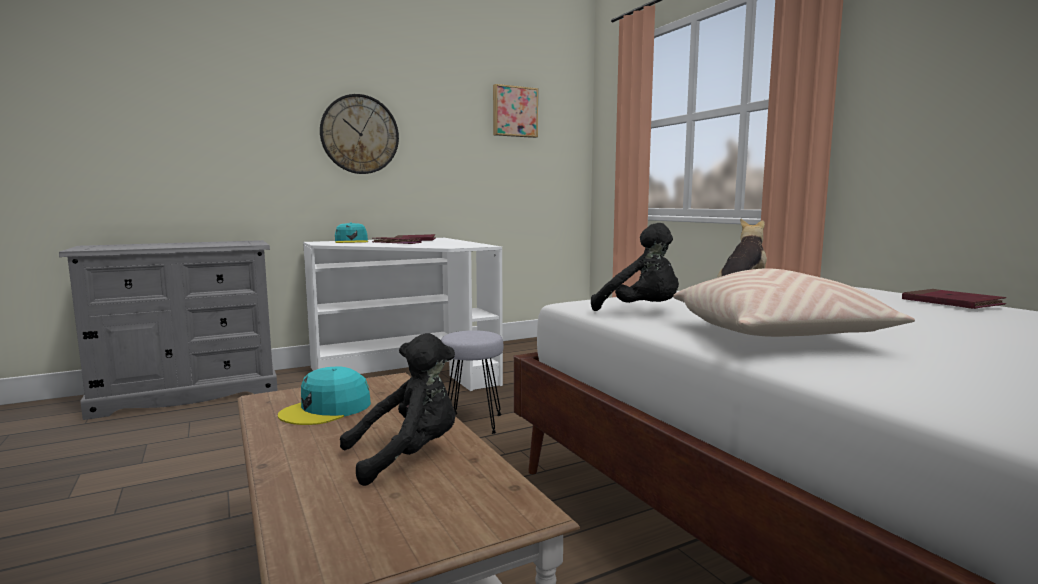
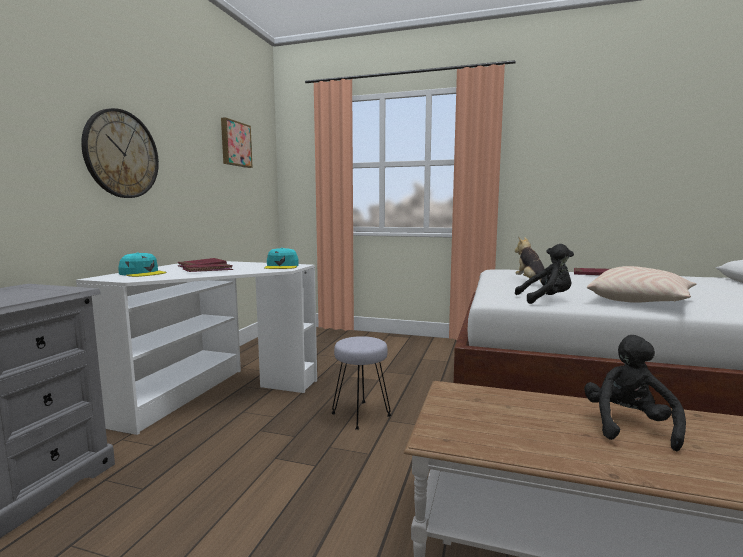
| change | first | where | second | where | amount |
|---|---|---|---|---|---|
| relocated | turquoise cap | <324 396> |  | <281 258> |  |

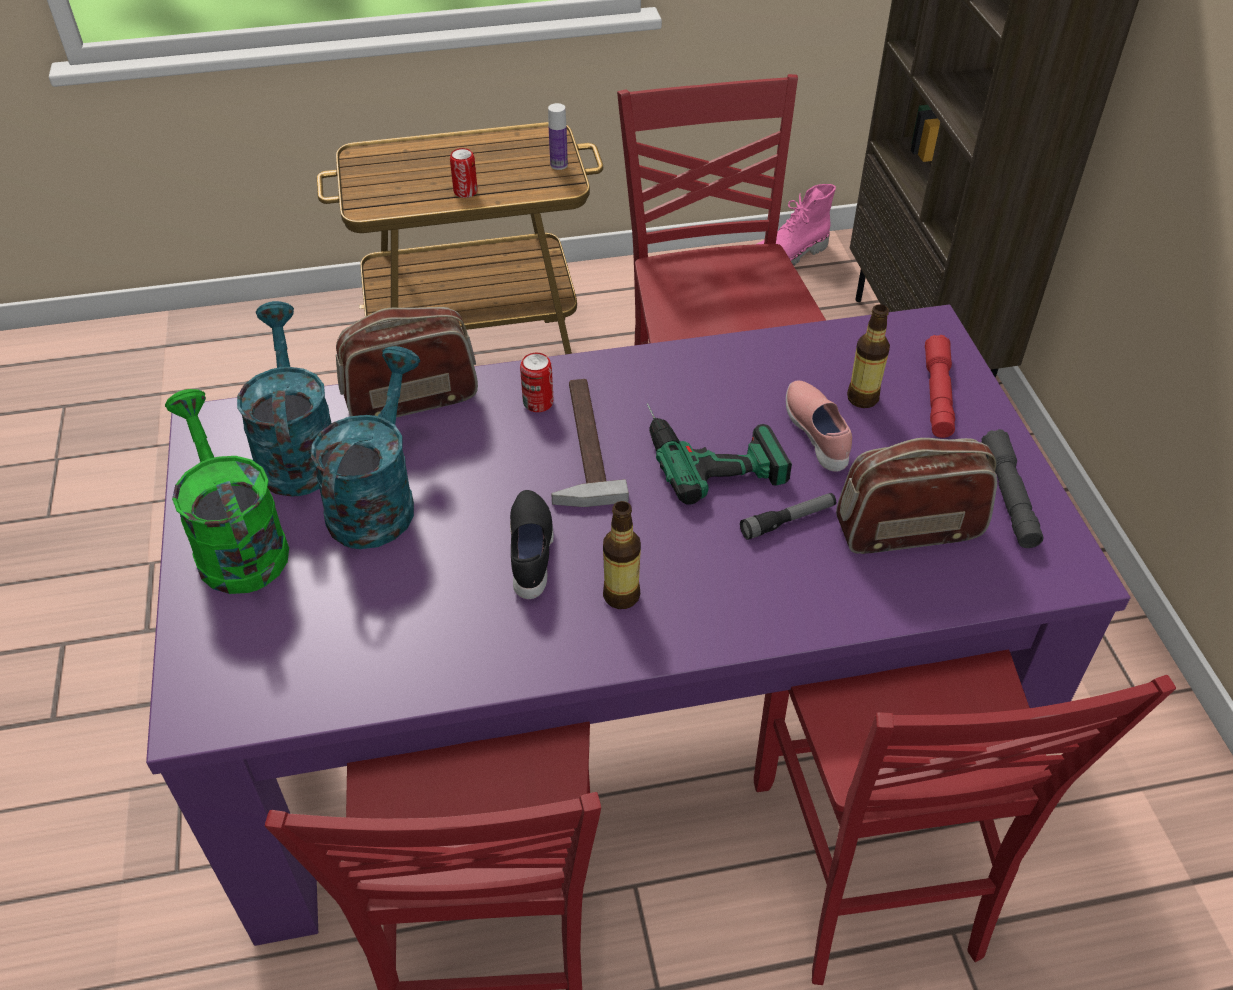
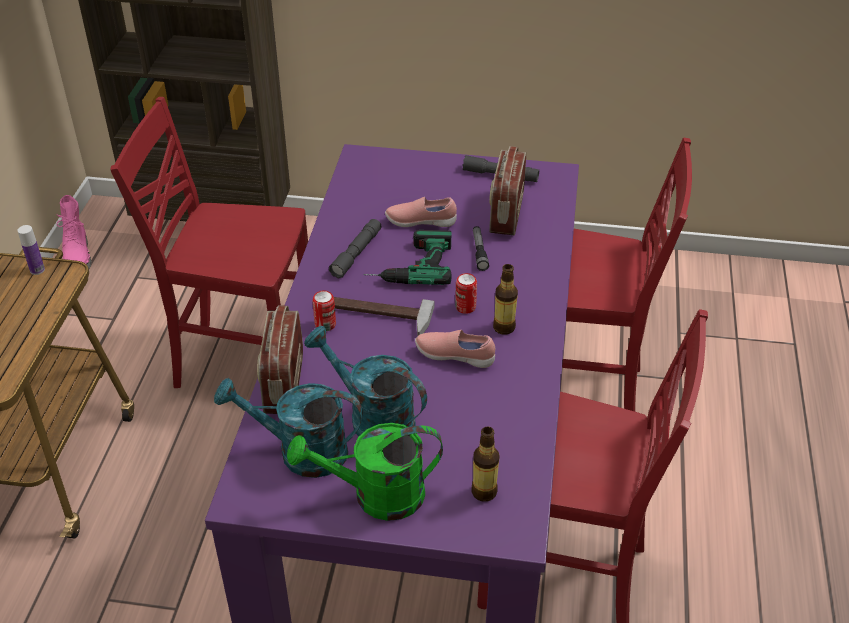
| change | first | where | second | where | amount |
|---|---|---|---|---|---|
| relocated | can | <463 173> |  | <466 293> |  |
| relocated | bottle | <868 356> |  | <485 464> |  |
| missing | red flashlight | <940 386> |  |  |  |
| colour | black shoe | <532 544> | pink shoe | <455 349> |  |
| appeared |  |  | grey flashlight | <355 248> |  |

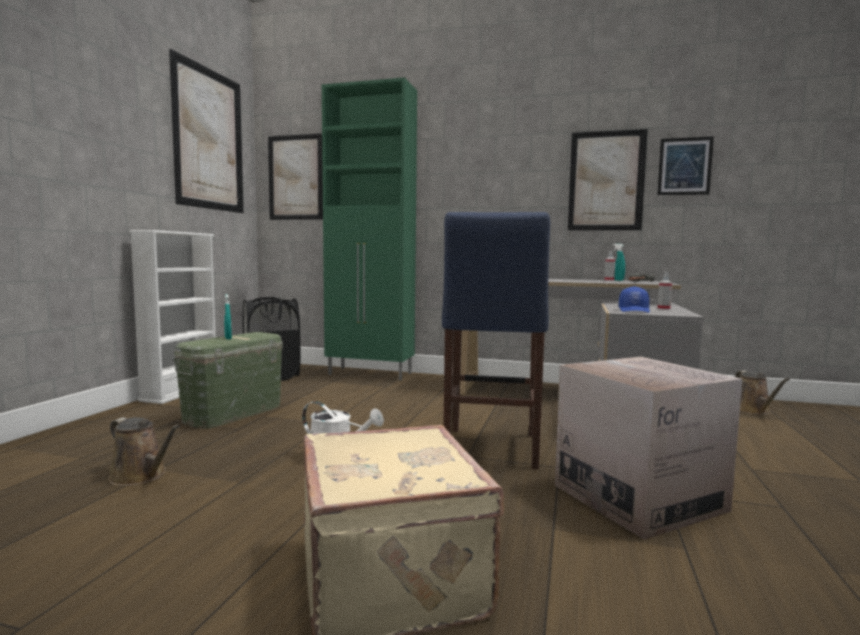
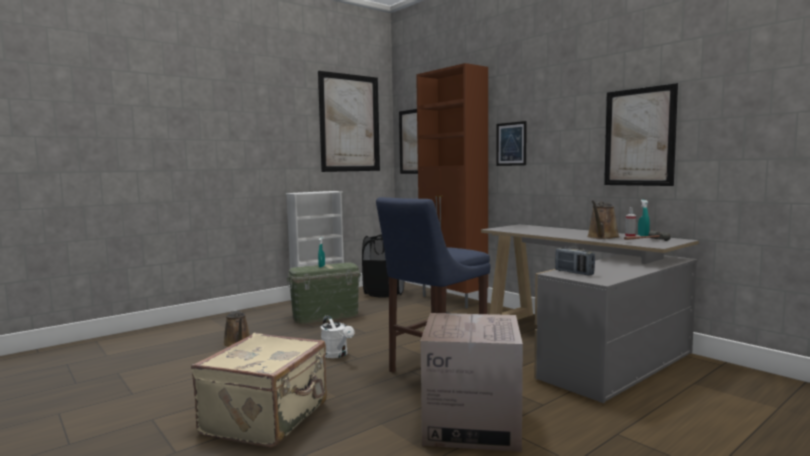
| change | first | where | second | where | amount |
|---|---|---|---|---|---|
| colour | green cabinet | <369 229> | brown cabinet | <452 186> |  |
| relocated | picture | <685 165> |  | <511 143> |  |
| missing | spray bottle | <665 291> |  |  |  |
| exchanged | blue cap | <634 299> | radio | <575 261> |  |
| relocated | brown watering can | <762 393> |  | <603 219> |  |

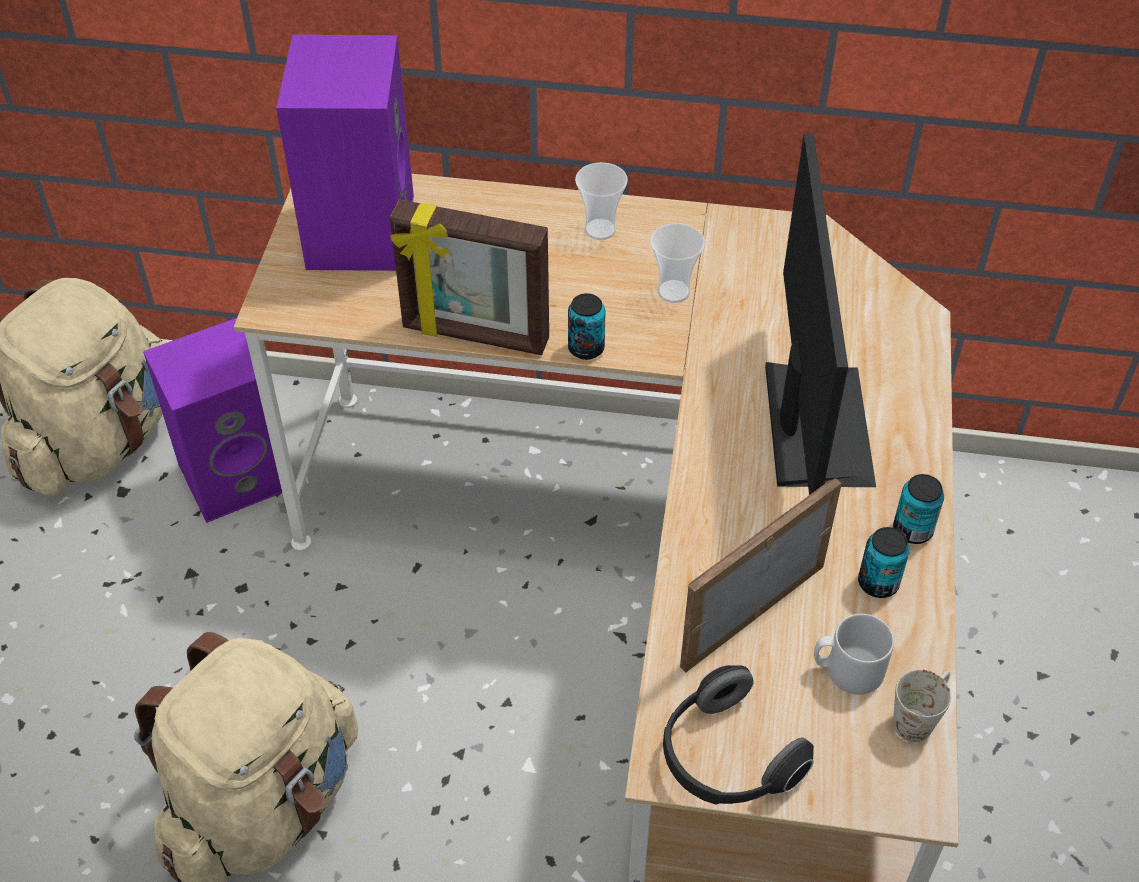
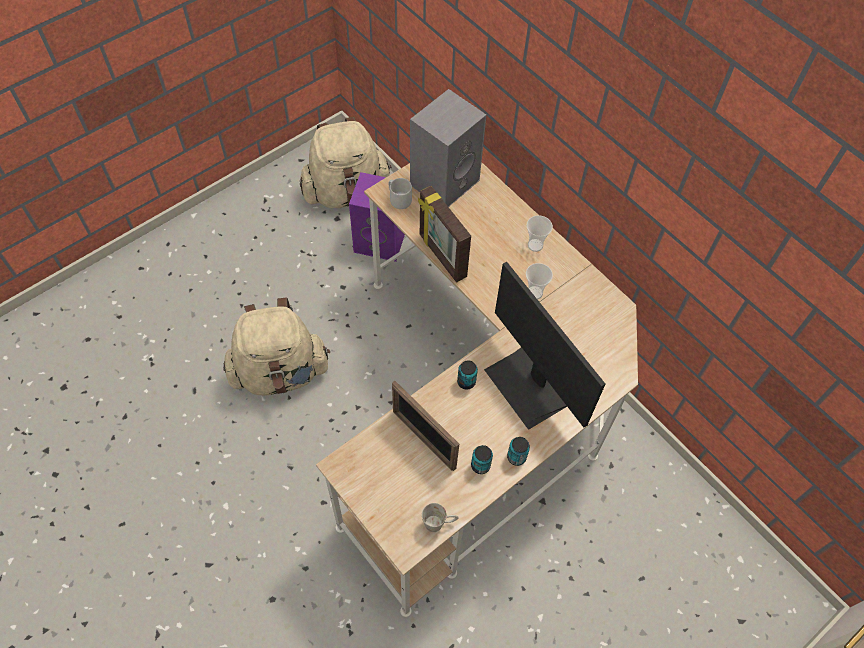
| change | first | where | second | where | amount |
|---|---|---|---|---|---|
| colour | purple speaker | <345 153> | grey speaker | <448 148> |  |
| spun | monitor | <820 314> |  | <544 346> | 105 degrees clockwise |
| relocated | can | <586 326> |  | <467 375> |  |
| spun | picture frame | <761 575> |  | <425 426> | 135 degrees counterclockwise |
| relocated | grey mug | <854 654> |  | <400 193> |  |
| missing | headphones | <738 734> |  |  |  |

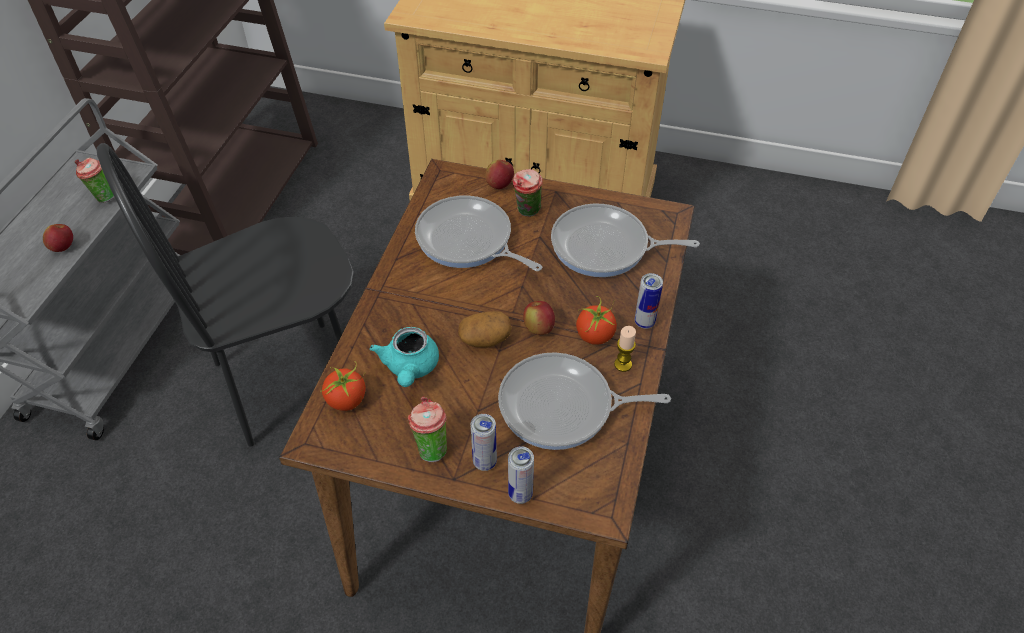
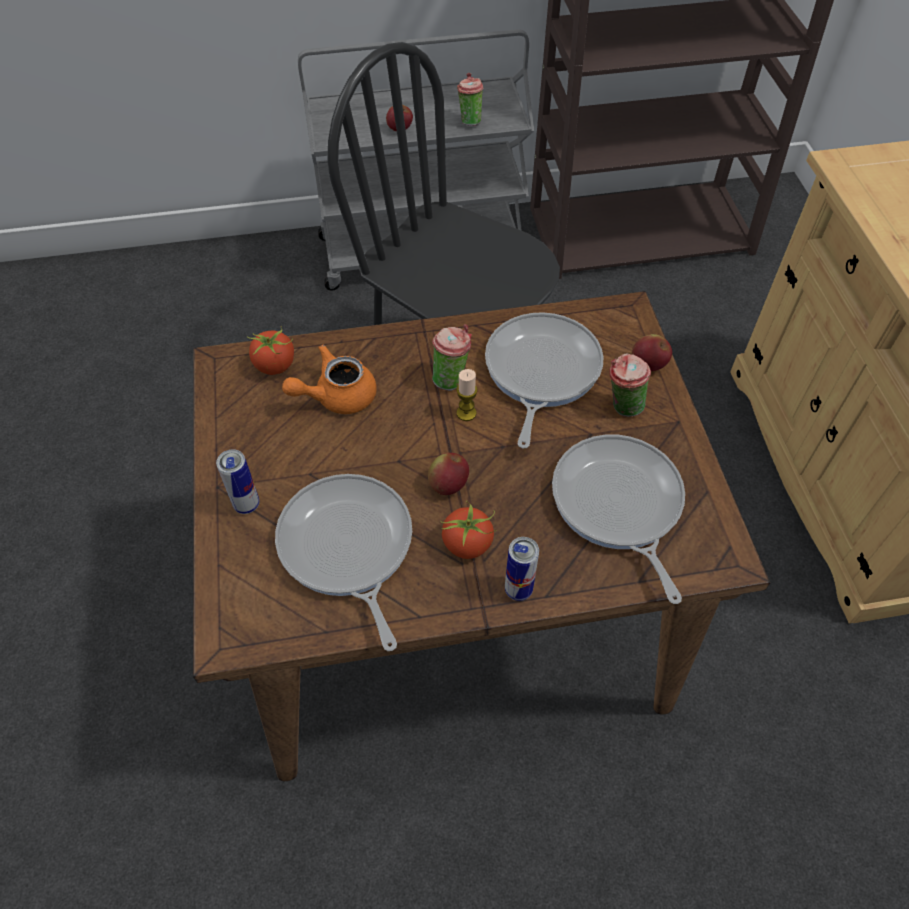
| change | first | where | second | where | amount |
|---|---|---|---|---|---|
| missing | potato | <485 329> |  |  |  |
| relocated | candle | <625 349> |  | <467 395> |  |
| colour | turquoise teapot | <404 357> | orange teapot | <329 379> |  |
| relocated | cup | <427 429> |  | <452 357> |  |
| missing | can | <521 475> |  |  |  |

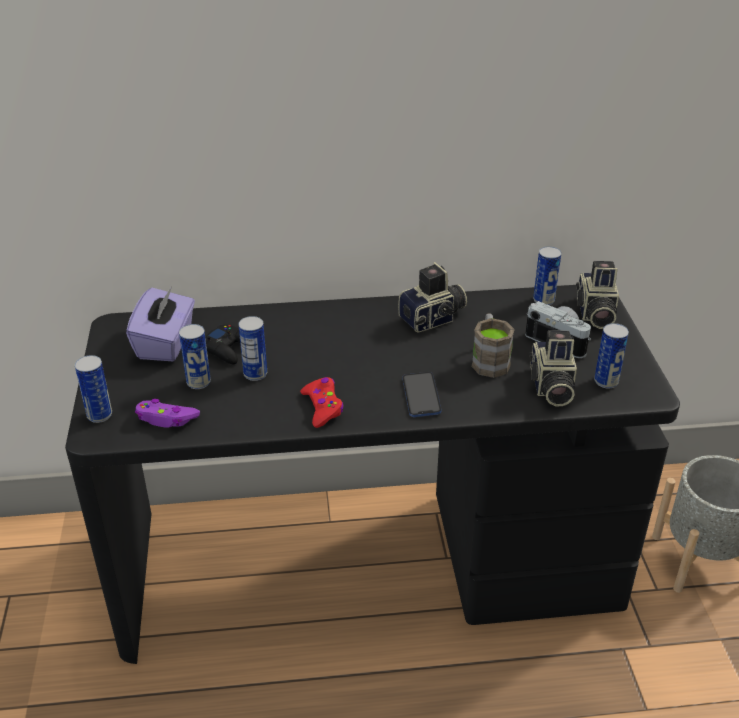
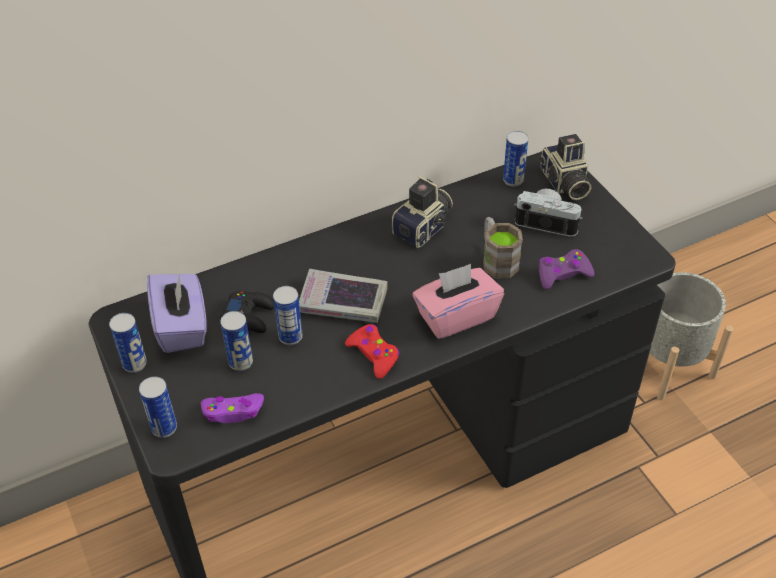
| change | first | where | second | where | amount |
|---|---|---|---|---|---|
| relocated | can | <611 355> |  | <128 343> |  |
| exchanged | photo camera | <553 369> | purple game controller | <566 269> |  |
| exchanged | phone | <421 394> | pink tissue box | <458 301> |  |
| appeared |  |  | book | <343 296> |  |

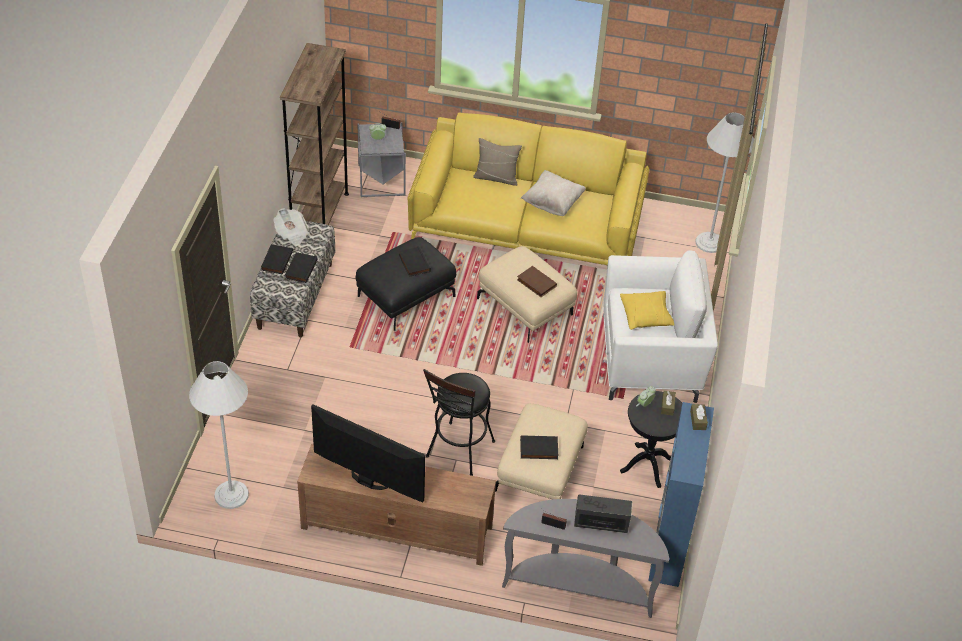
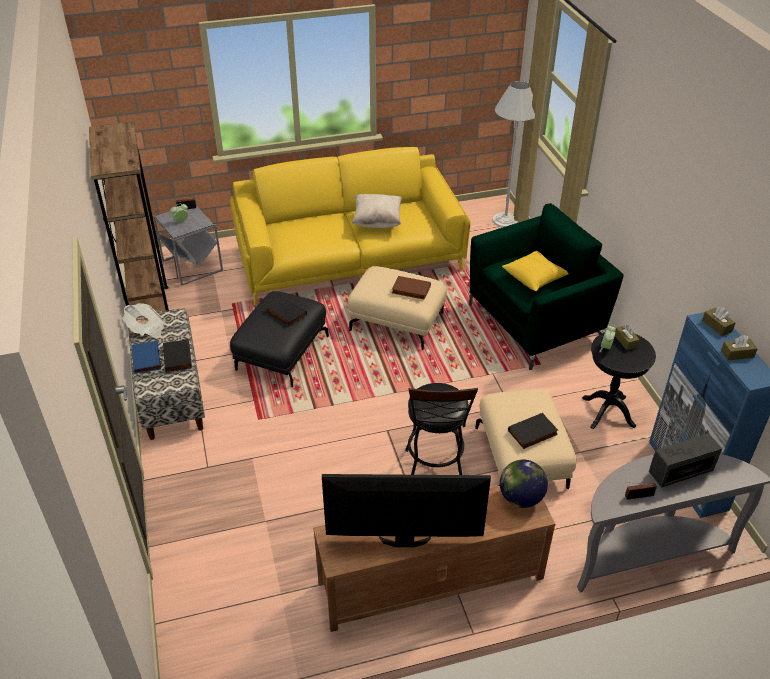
| change | first | where | second | where | amount |
|---|---|---|---|---|---|
| missing | beige pillow | <497 162> |  |  |  |
| colour | black book | <277 259> | blue book | <146 357> |  |
| colour | white armchair | <660 326> | green armchair | <546 286> |  |
| missing | white floor lamp | <219 435> |  |  |  |
| appeared |  |  | brown tissue box | <739 348> |  |
| appeared |  |  | globe | <524 483> |  |

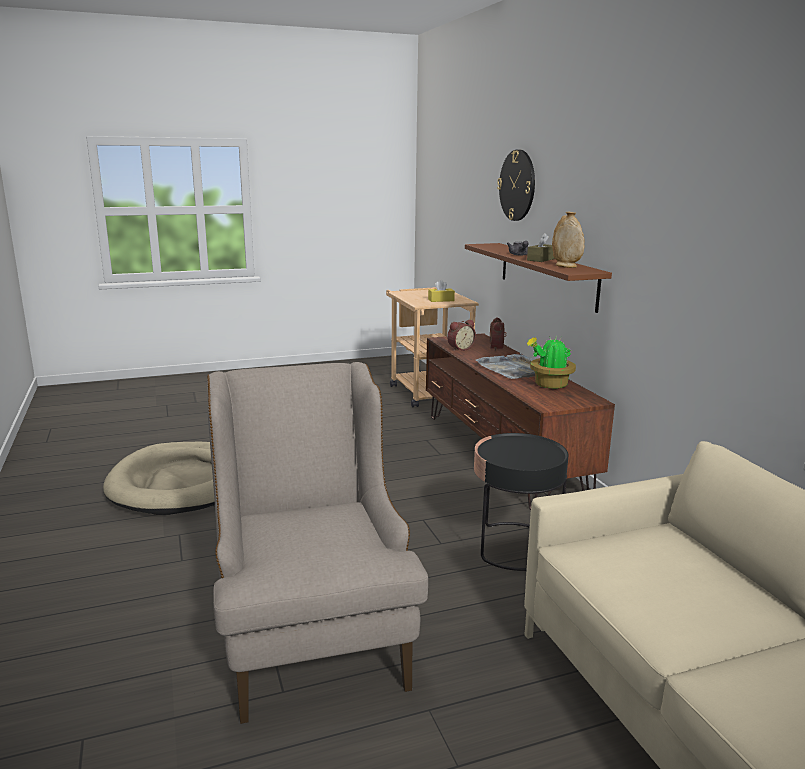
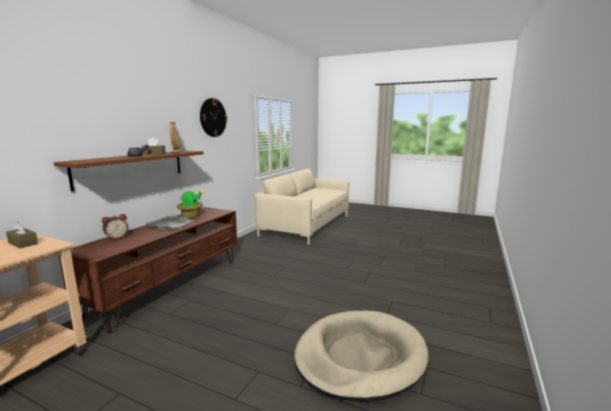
| change | first | where | second | where | amount |
|---|---|---|---|---|---|
| relocated | wall clock | <516 185> |  | <213 117> |  |
| colour | yellow tissue box | <441 291> | brown tissue box | <22 234> |  |
| missing | alarm clock | <461 335> |  |  |  |
| missing | beige armchair | <317 543> |  |  |  |
| missing | black side table | <521 502> |  |  |  |

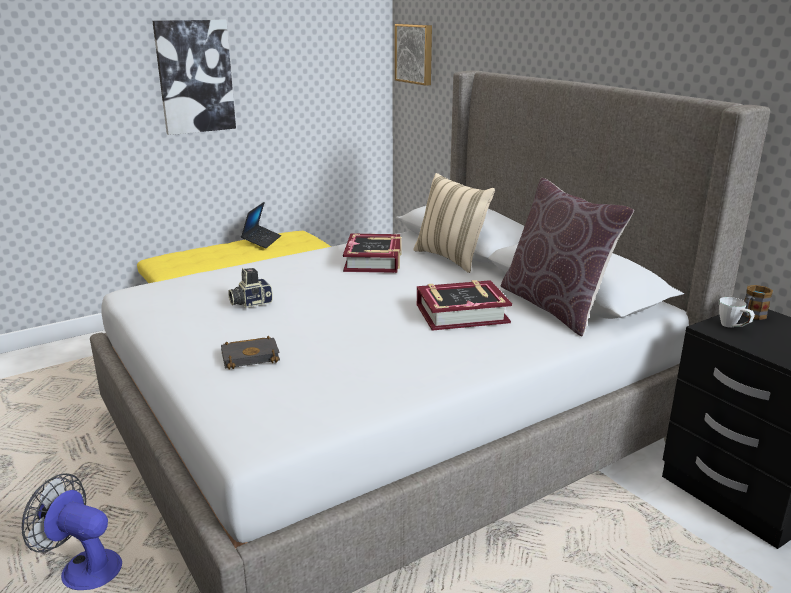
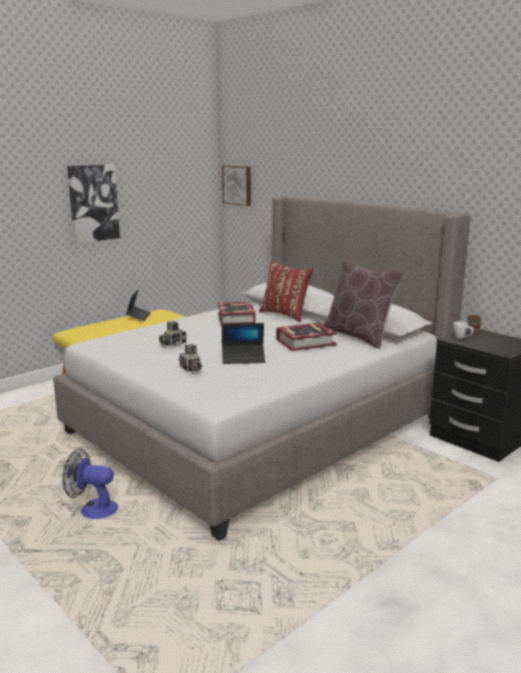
| change | first | where | second | where | amount |
|---|---|---|---|---|---|
| colour | beige pillow | <454 223> | red pillow | <286 291> |  |
| exchanged | black book | <250 353> | photo camera | <190 358> |  |
| appeared |  |  | laptop | <243 343> |  |

